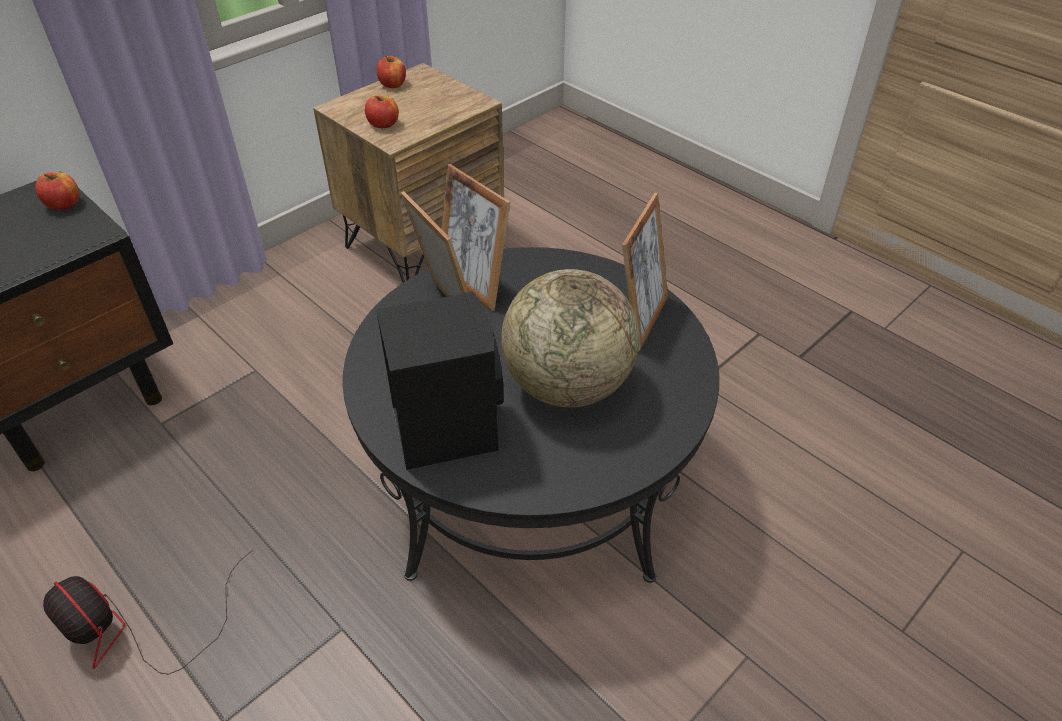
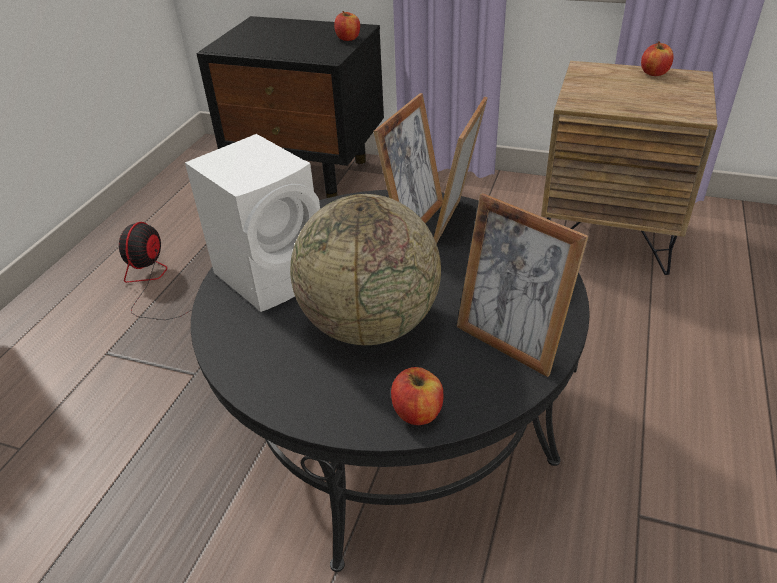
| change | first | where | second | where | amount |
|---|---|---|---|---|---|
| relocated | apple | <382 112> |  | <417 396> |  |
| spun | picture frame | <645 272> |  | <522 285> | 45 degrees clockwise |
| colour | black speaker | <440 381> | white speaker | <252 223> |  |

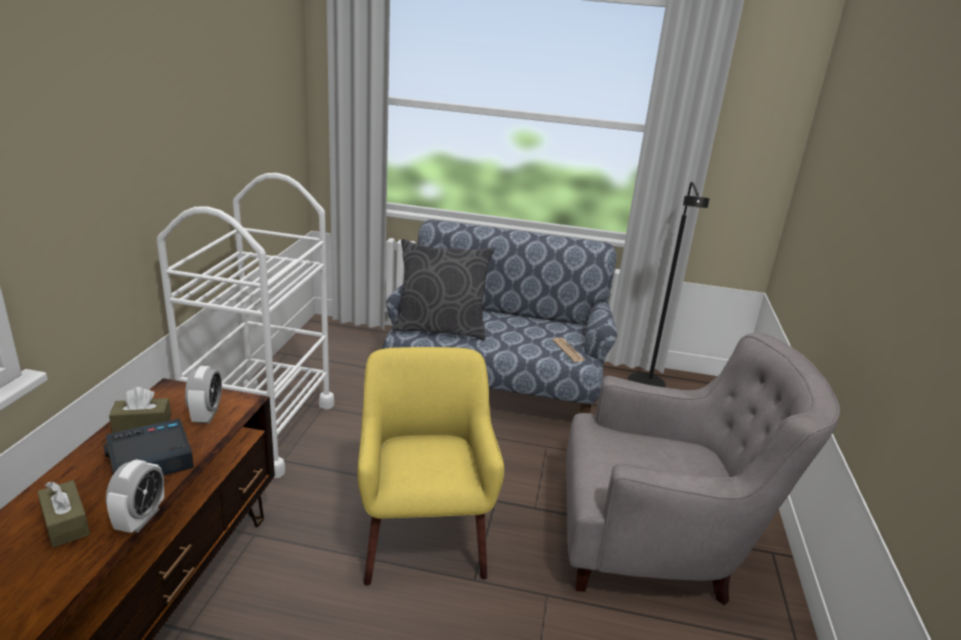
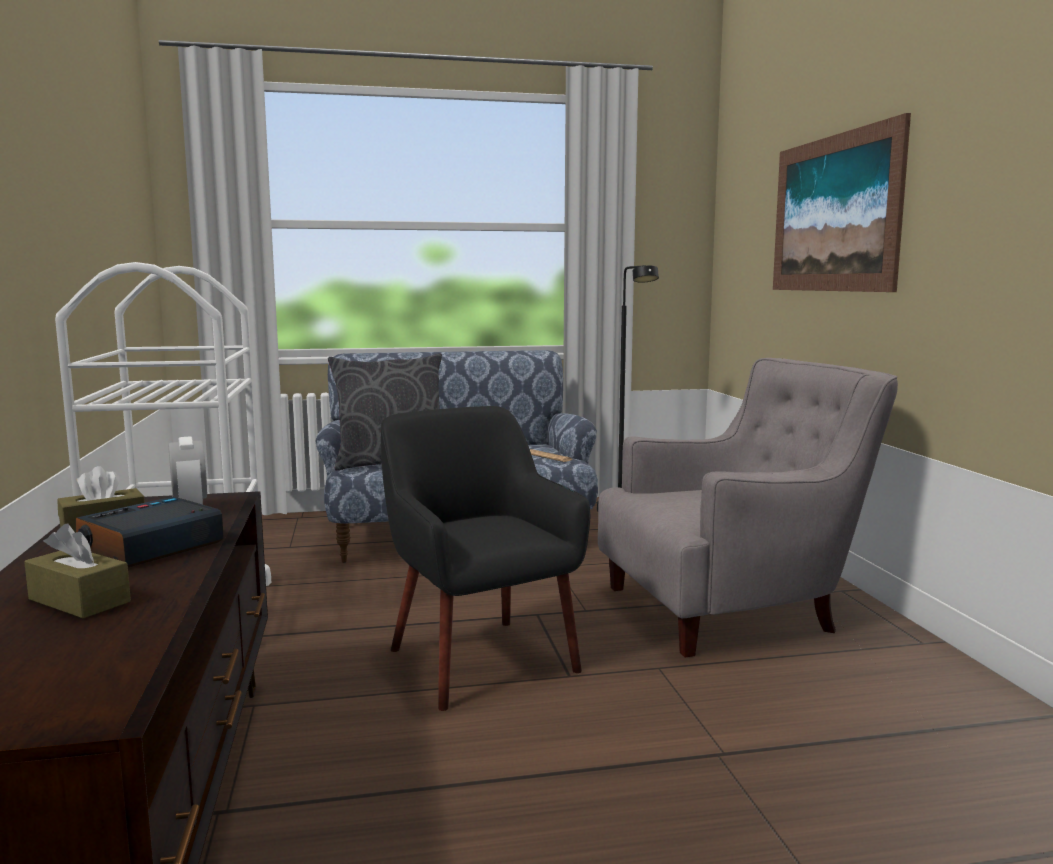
| change | first | where | second | where | amount |
|---|---|---|---|---|---|
| colour | yellow armchair | <431 466> | black armchair | <485 558> |  |
| missing | alarm clock | <135 496> |  |  |  |
| appeared |  |  | picture | <842 202> |  |

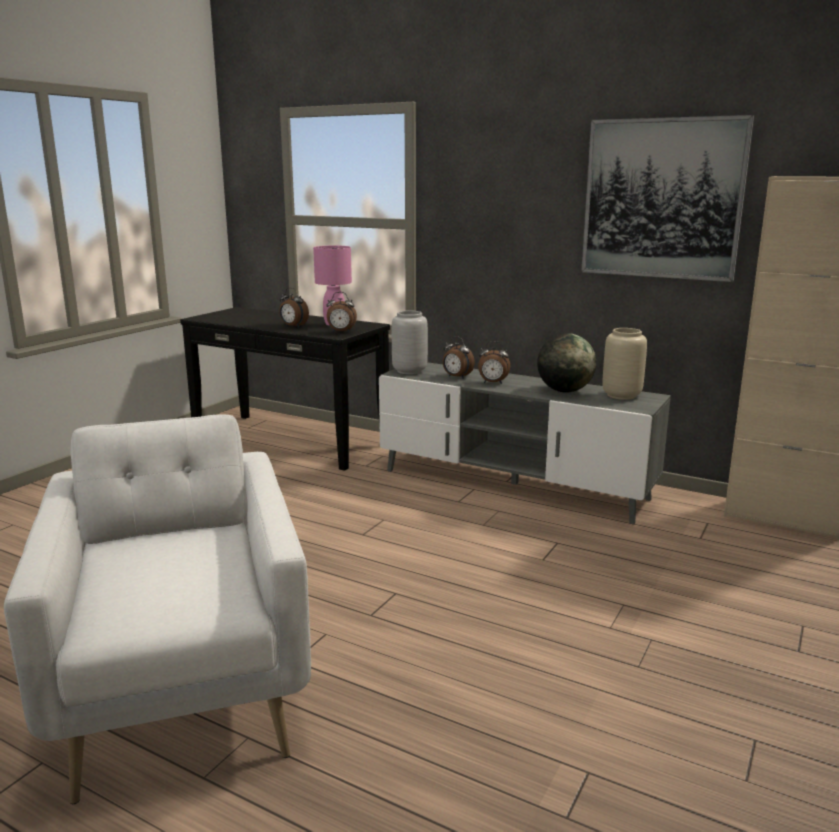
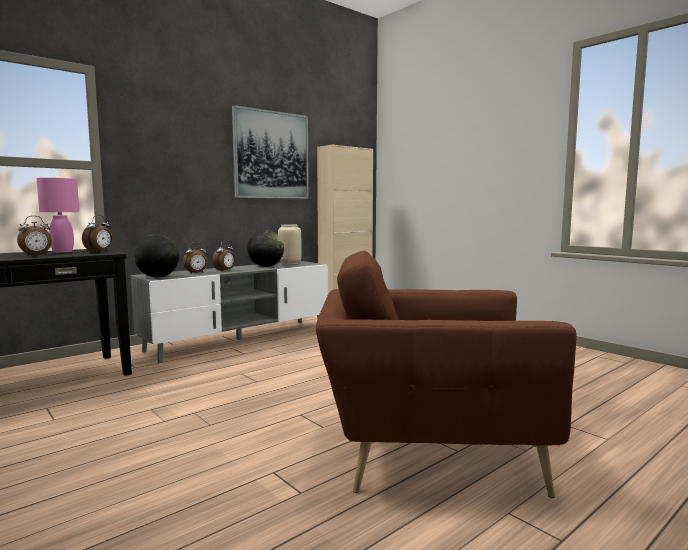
| change | first | where | second | where | amount |
|---|---|---|---|---|---|
| exchanged | grey vase | <410 342> | globe | <156 255> |  |
| colour | white armchair | <157 609> | brown armchair | <446 374> |  |

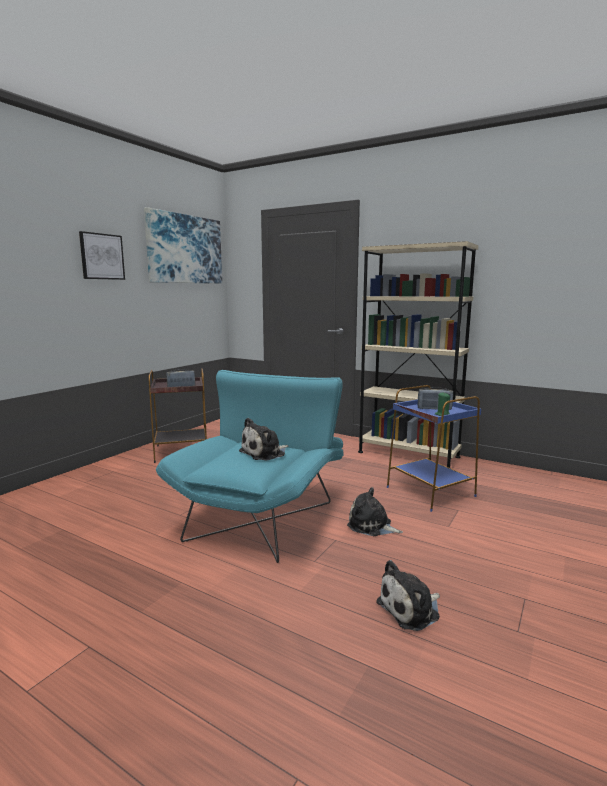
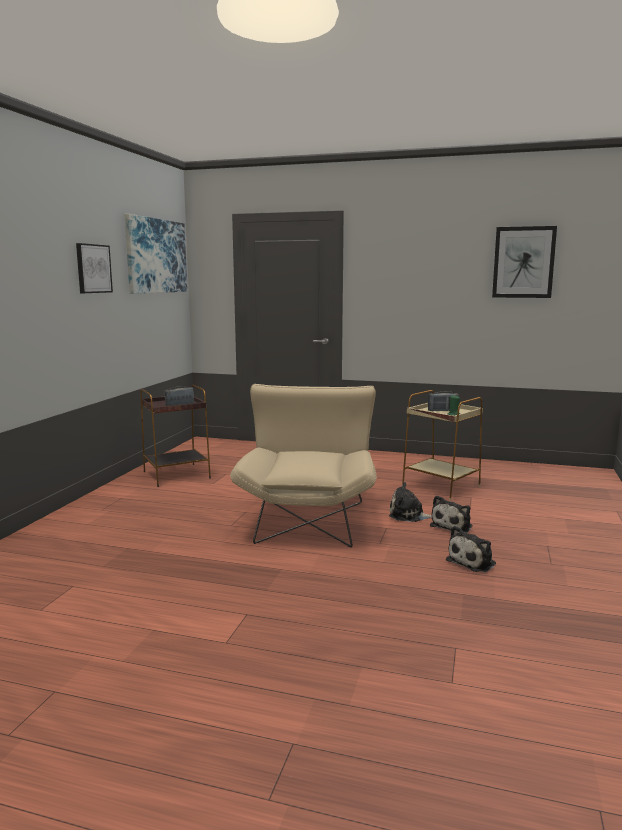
| change | first | where | second | where | amount |
|---|---|---|---|---|---|
| missing | beige bookcase | <418 354> |  |  |  |
| colour | turquoise armchair | <249 466> | beige armchair | <303 466> |  |
| colour | blue side table | <434 448> | beige side table | <442 445> |  |
| relocated | plush toy | <263 439> |  | <451 514> |  |
| appeared |  |  | picture | <524 262> |  |

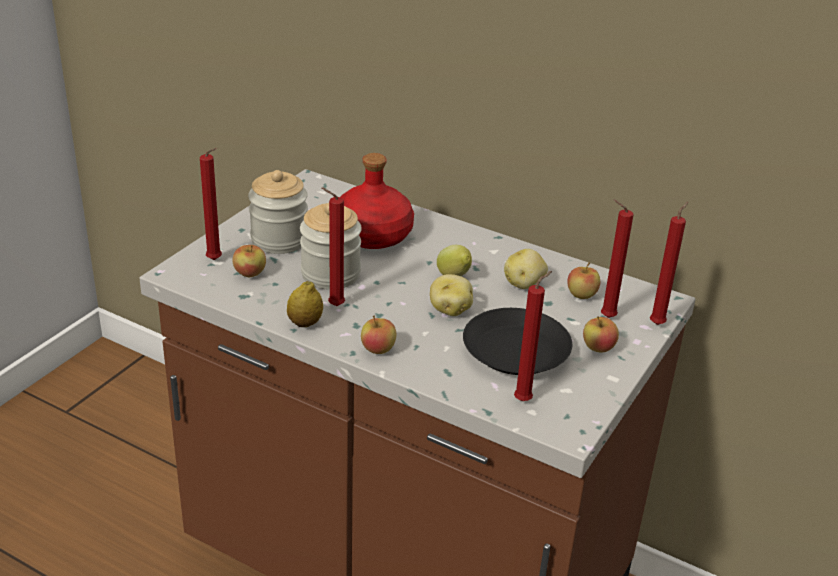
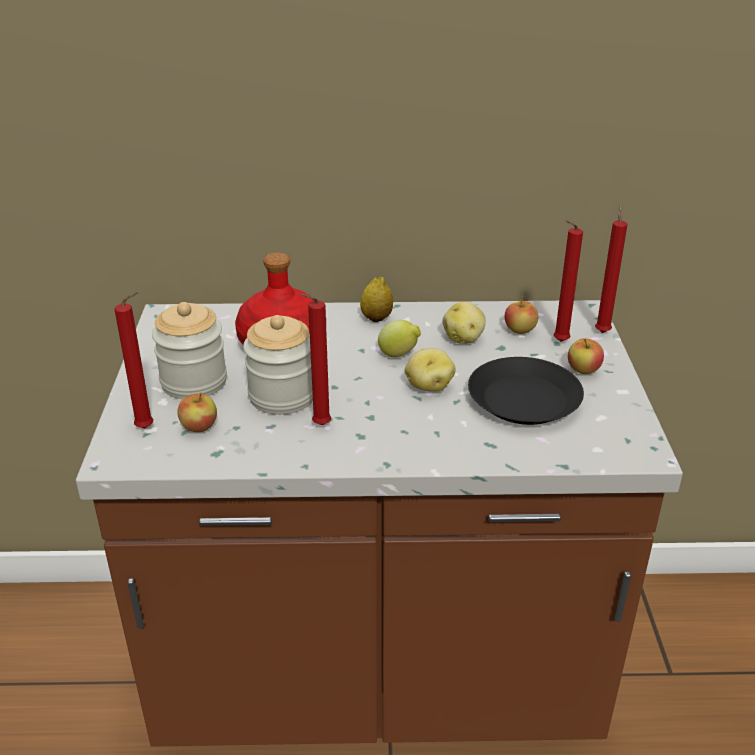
| change | first | where | second | where | amount |
|---|---|---|---|---|---|
| missing | red candle | <533 336> |  |  |  |
| relocated | lemon | <305 304> |  | <376 299> |  |
| missing | apple | <378 334> |  |  |  |

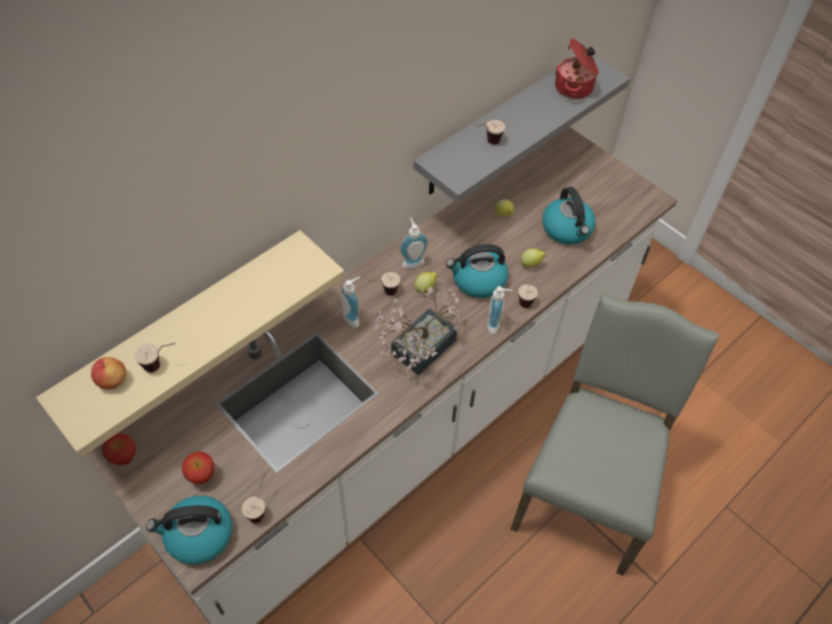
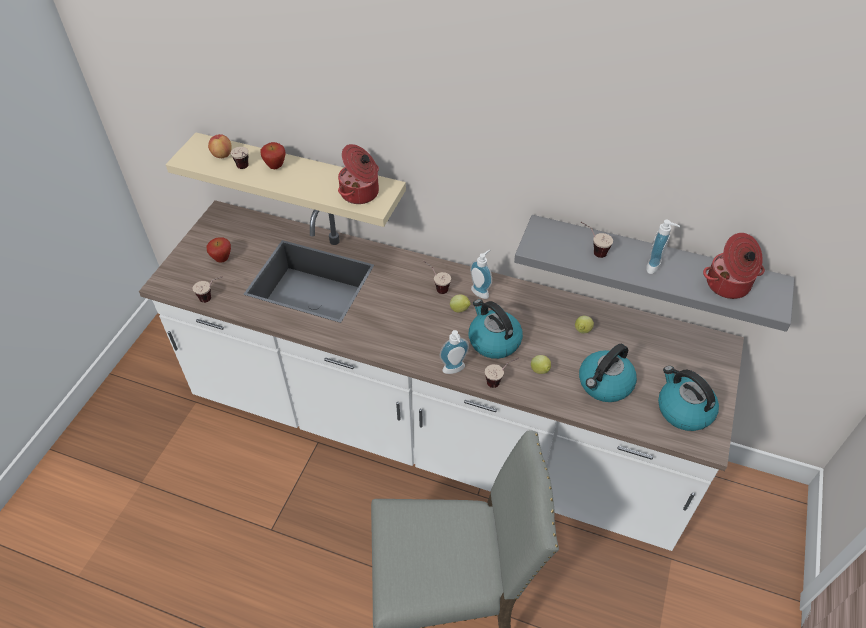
| change | first | where | second | where | amount |
|---|---|---|---|---|---|
| relocated | soap dispenser | <350 302> |  | <663 246> |  |
| missing | potted plant | <416 330> |  |  |  |
| relocated | apple | <119 449> |  | <272 155> |  |
| relocated | kettle | <189 530> |  | <688 398> |  |
| appeared |  |  | cooking pot | <358 174> |  |

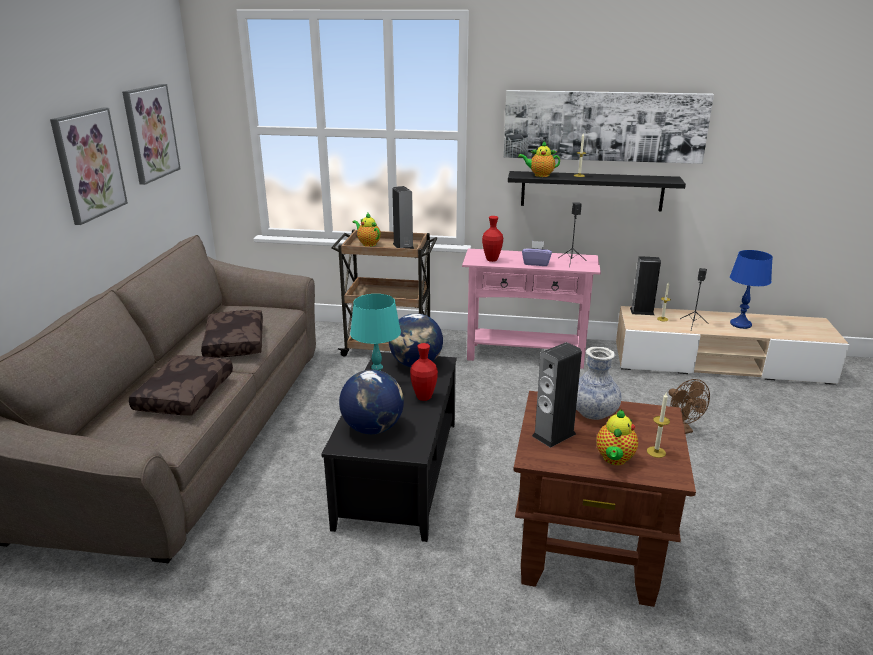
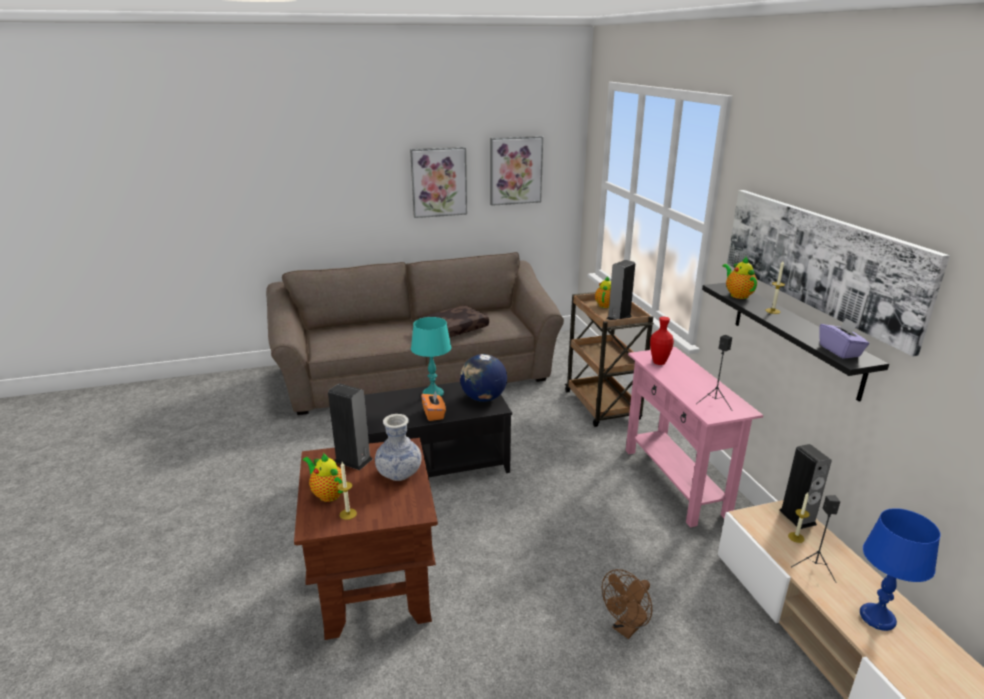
| change | first | where | second | where | amount |
|---|---|---|---|---|---|
| relocated | purple tissue box | <537 253> |  | <844 338> |  |
| exchanged | red vase | <424 372> | orange tissue box | <433 405> |  |
| missing | brown pillow | <181 385> |  |  |  |
| missing | globe | <371 402> |  |  |  |
| spun | teapot | <617 437> |  | <323 477> | 45 degrees clockwise |

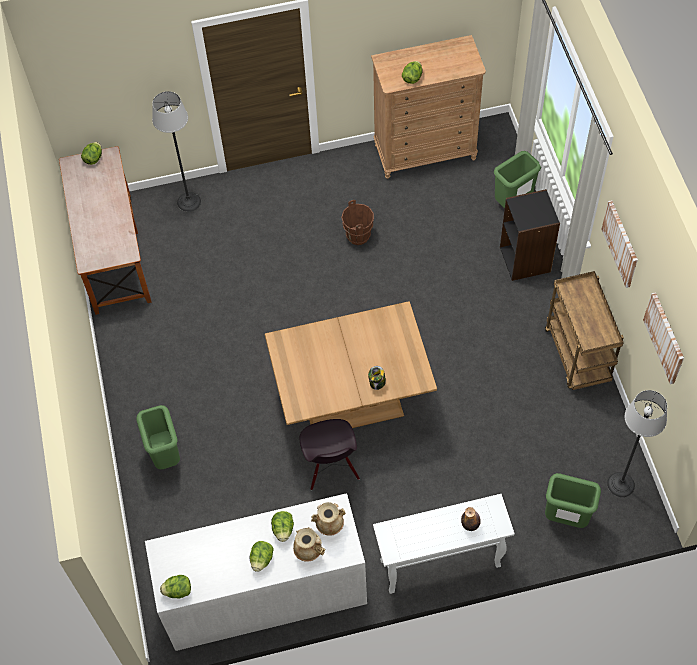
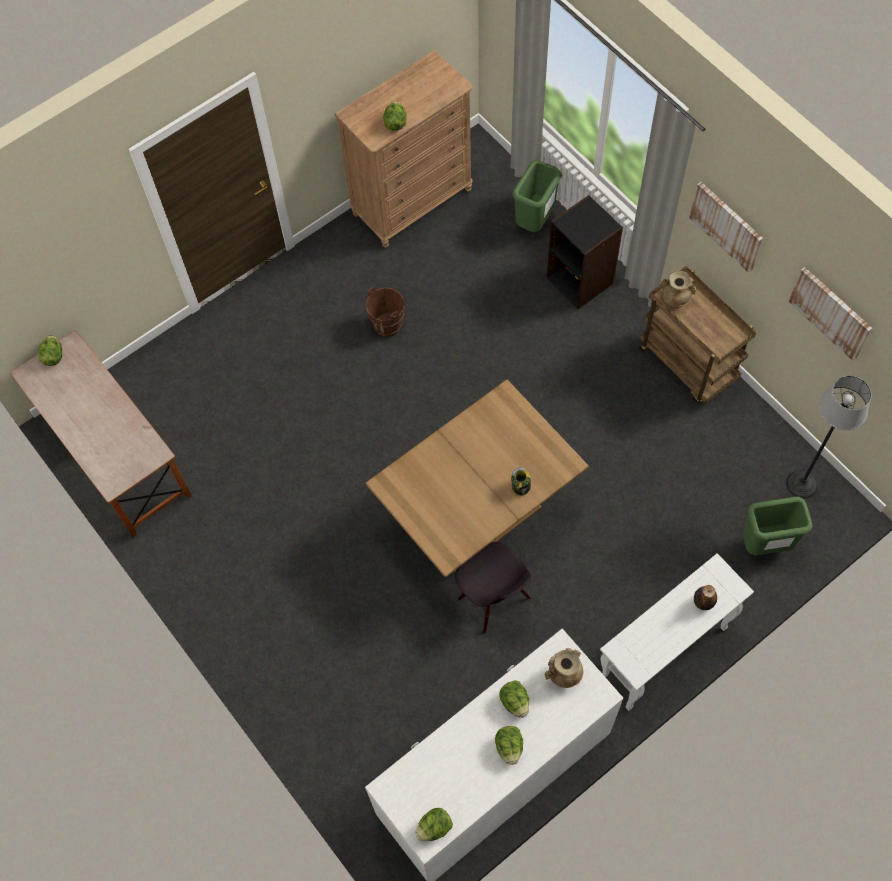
| change | first | where | second | where | amount |
|---|---|---|---|---|---|
| missing | floor lamp | <176 151> |  |  |  |
| missing | green trash can | <158 437> |  |  |  |
| relocated | beige vase | <309 544> |  | <678 289> |  |

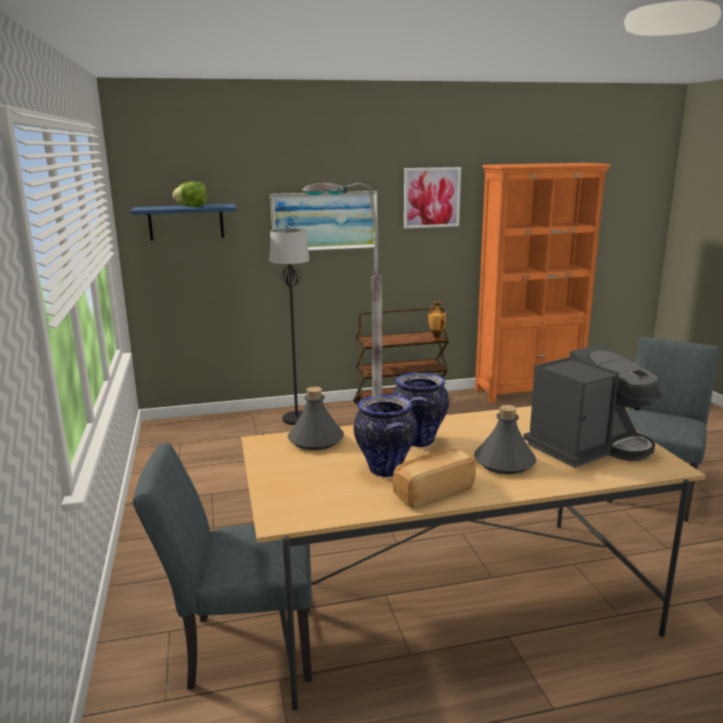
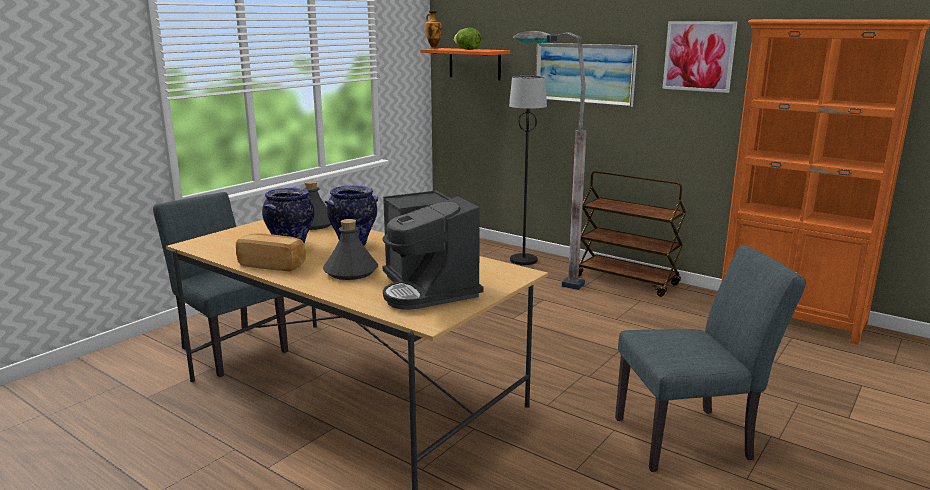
| change | first | where | second | where | amount |
|---|---|---|---|---|---|
| colour | blue shelf | <183 222> | orange shelf | <465 64> |  |
| relocated | vase | <437 320> |  | <433 30> |  |
| spun | coffee machine | <592 406> |  | <433 250> | 45 degrees clockwise |

